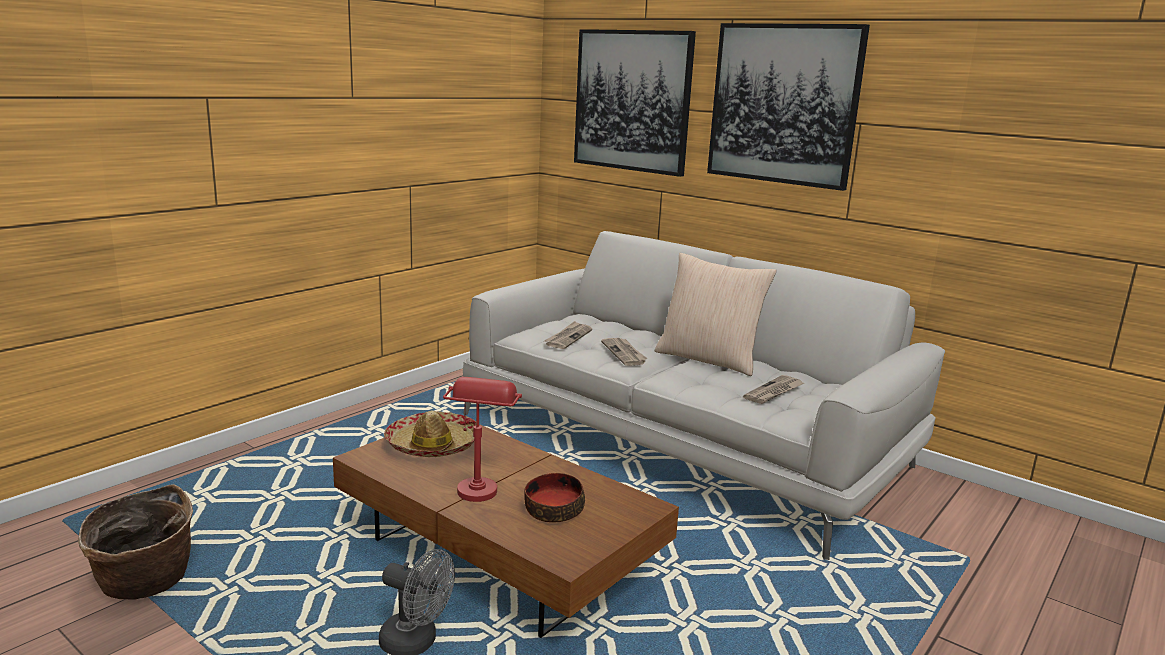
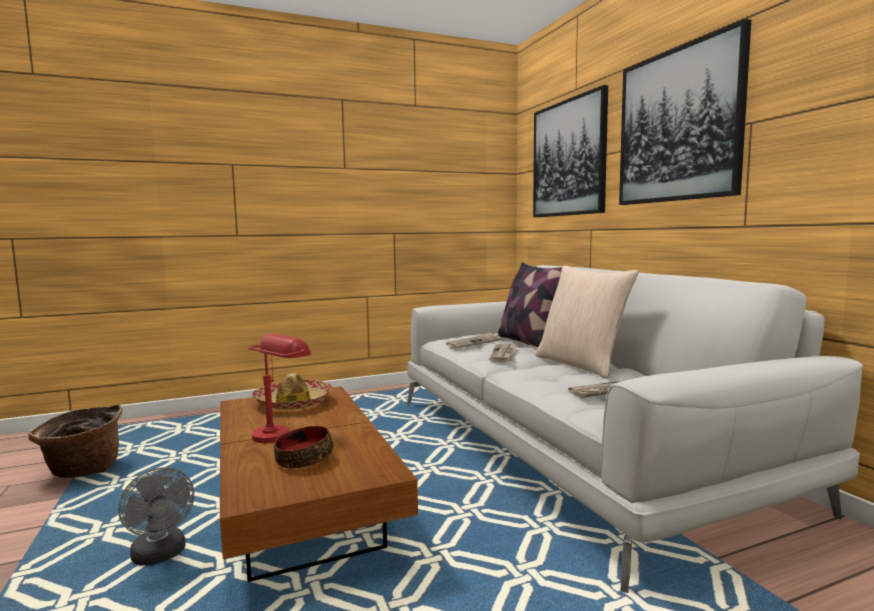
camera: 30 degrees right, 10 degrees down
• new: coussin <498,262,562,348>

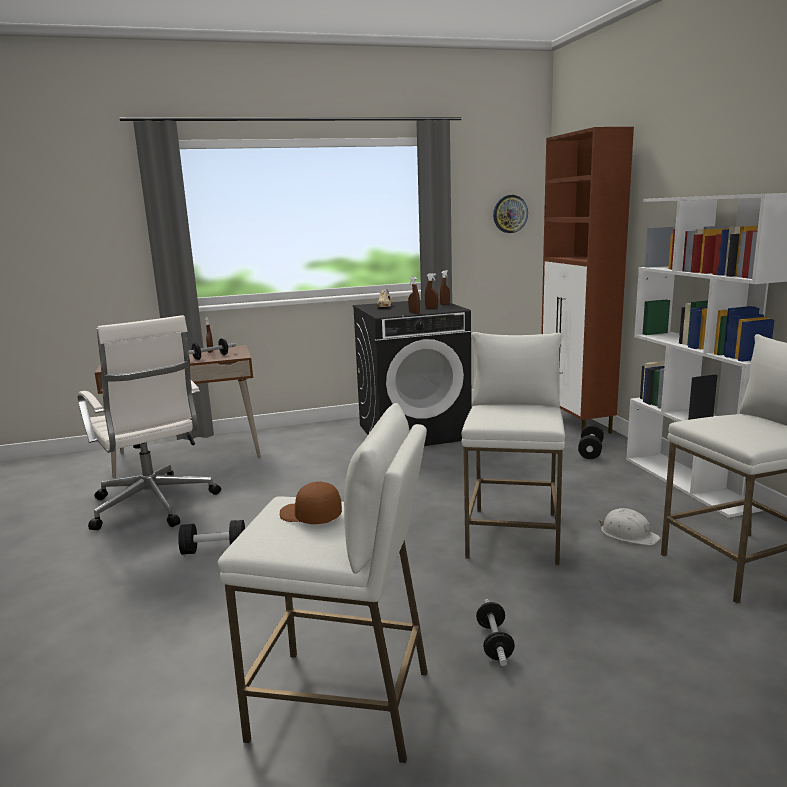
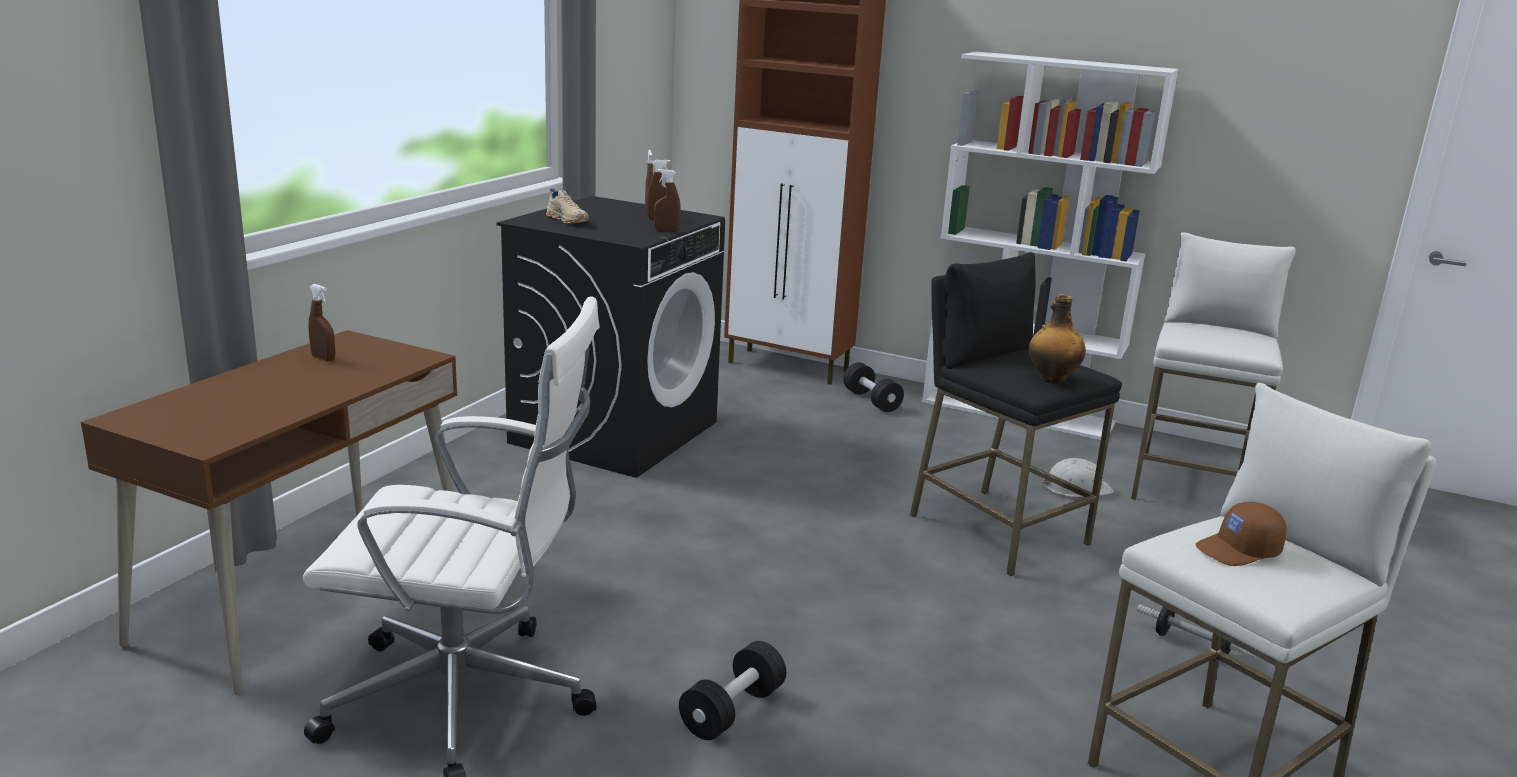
camera: 50 degrees left, 5 degrees up
• gone: horloge murale <493,195,528,233>
• repainted: tabouret/blanc <462,332,565,565> to tabouret/noir <910,252,1122,576>
• gone: haltère <189,338,236,360>
• new: bouteille <1029,294,1086,383>

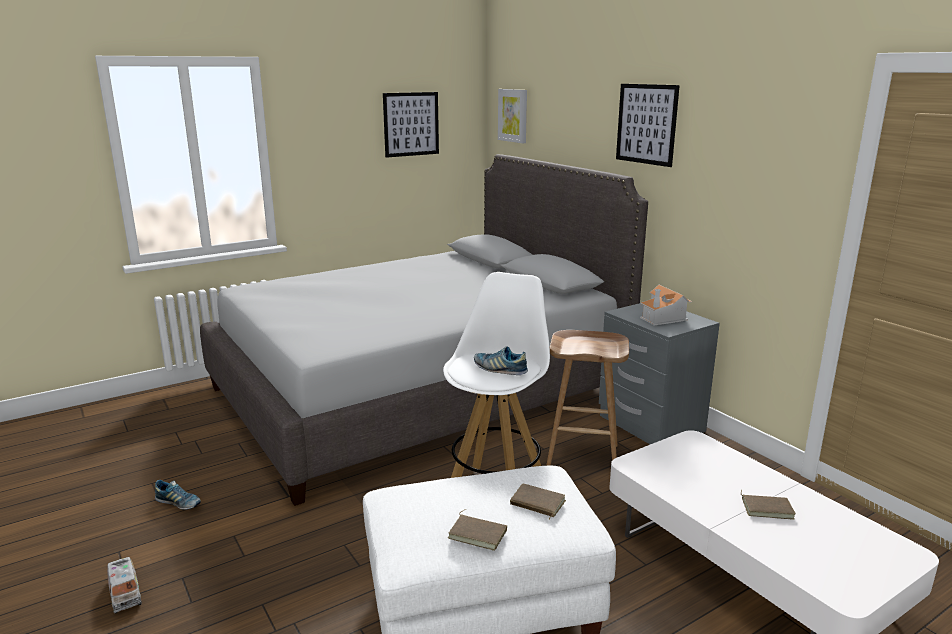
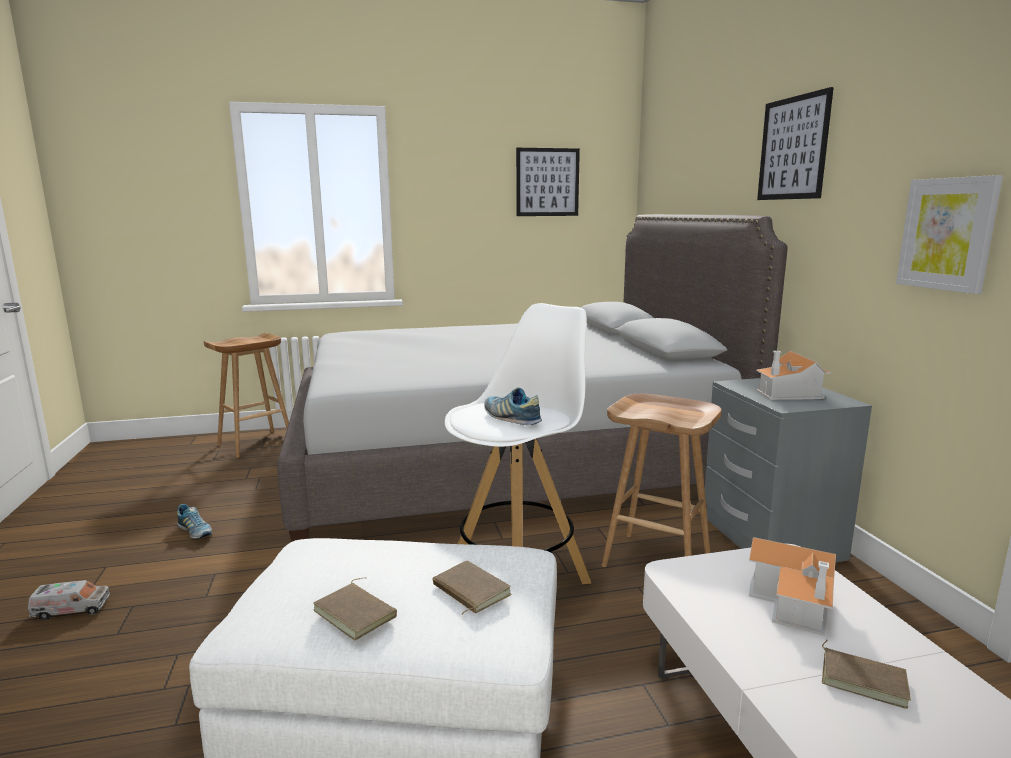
camera: 20 degrees right, 5 degrees down
• shifted: tableau <498,89,527,143> to <896,175,1003,294>
• rotated: camion jouet <107,557,142,614> = <28,580,110,620> 90 degrees counterclockwise
• new: tabouret/marron <203,333,289,458>
• new: maison miniature <749,537,836,636>

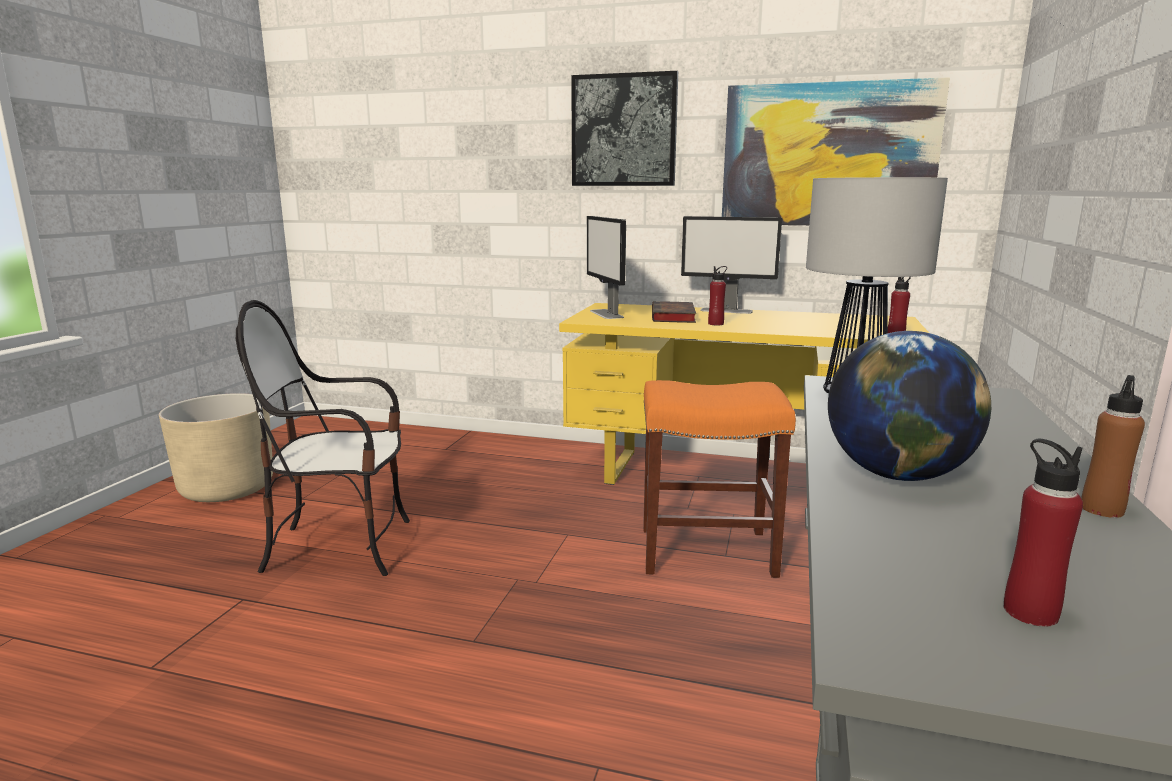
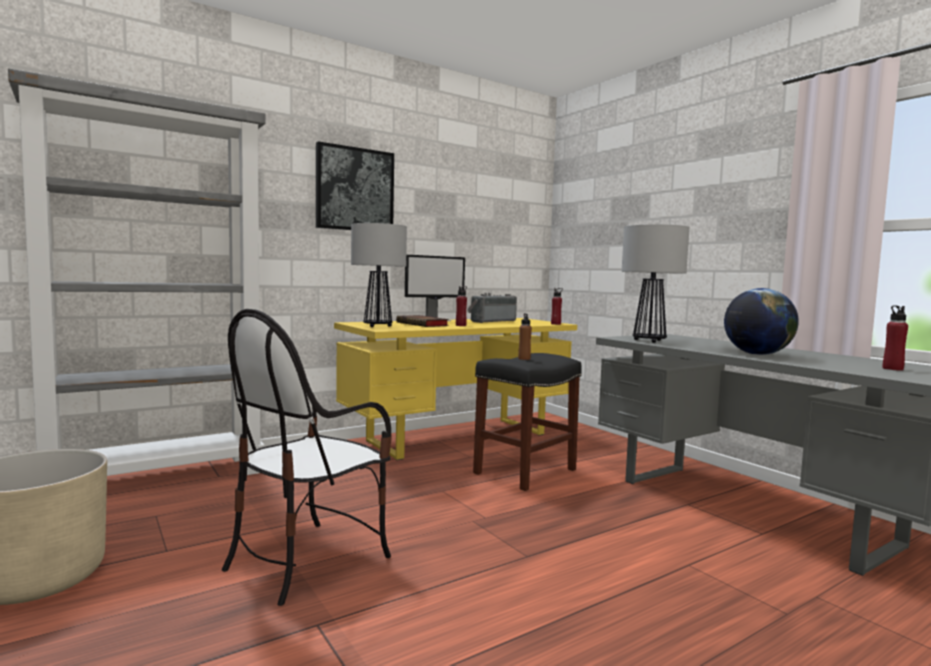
camera: 50 degrees left, 10 degrees down
• gone: tableau <722,77,950,225>
• swapped: écran d'ordinateur <587,216,626,319> to lampe de table <351,223,407,327>
• shifted: bouteille/marron <1081,375,1145,518> to <518,313,532,360>
• repainted: tabouret/orange <643,380,796,578> to tabouret/noir <473,353,582,491>
• new: bibliothèque/gris <8,68,266,476>
• new: radio <467,293,517,323>

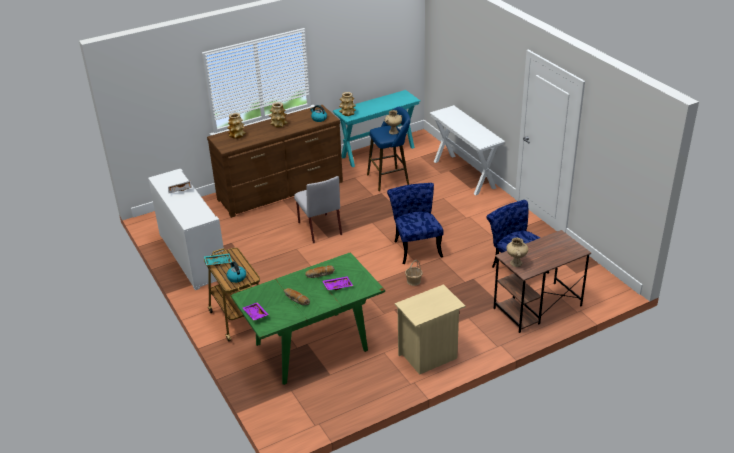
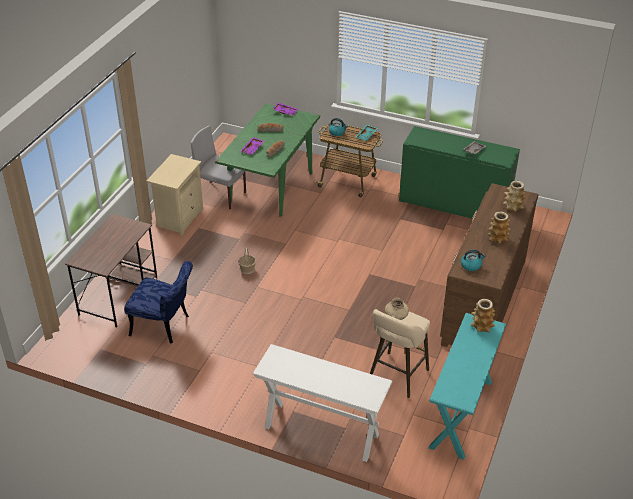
camera: 140 degrees right, 5 degrees up
• repainted: tabouret/bleu <367,107,410,191> to tabouret/beige <370,309,430,398>
• repainted: meuble de rangement/blanc <148,169,227,290> to meuble de rangement/vert <399,126,520,219>
• shifted: chaise/gris <294,176,342,243> to <191,126,246,210>
• gone: chaise/bleu <387,183,444,264>
• gone: vase/beige <506,238,528,267>

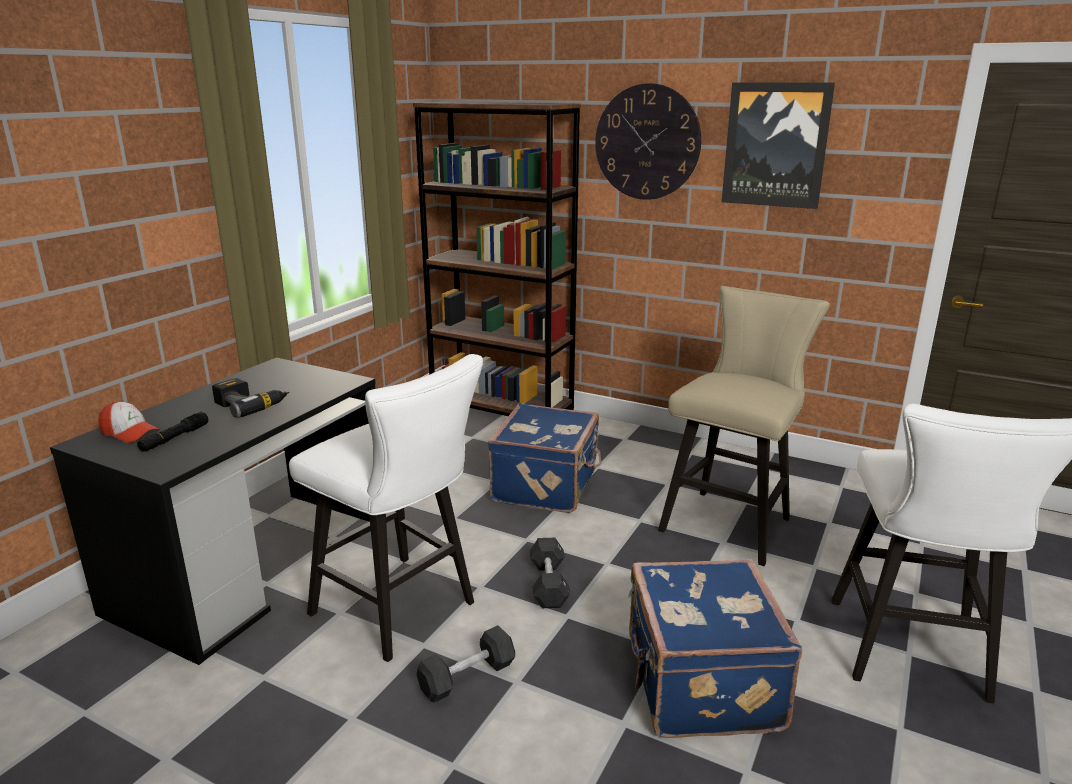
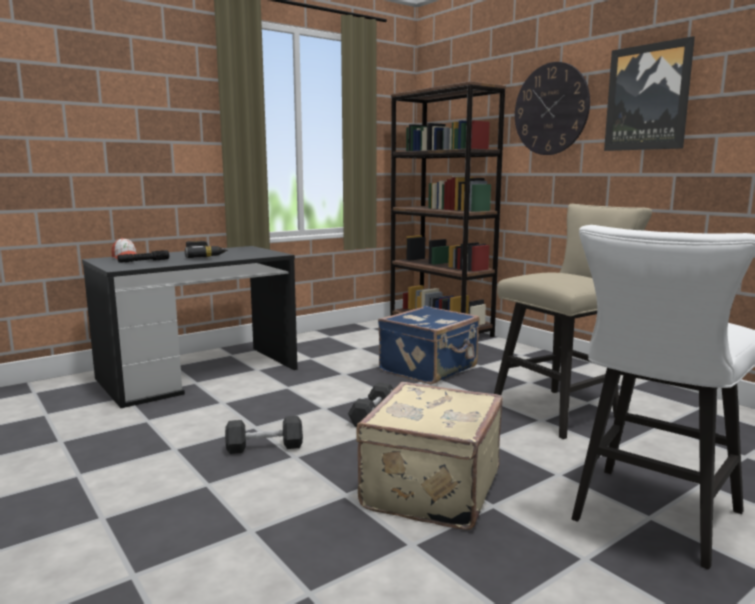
camera: 25 degrees right, 10 degrees down
• gone: tabouret/blanc <289,354,483,662>
• repainted: valise/bleu <628,559,802,738> to valise/beige <356,382,503,530>

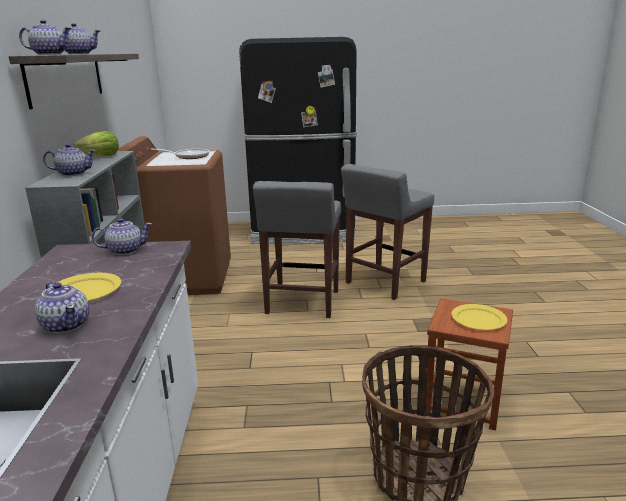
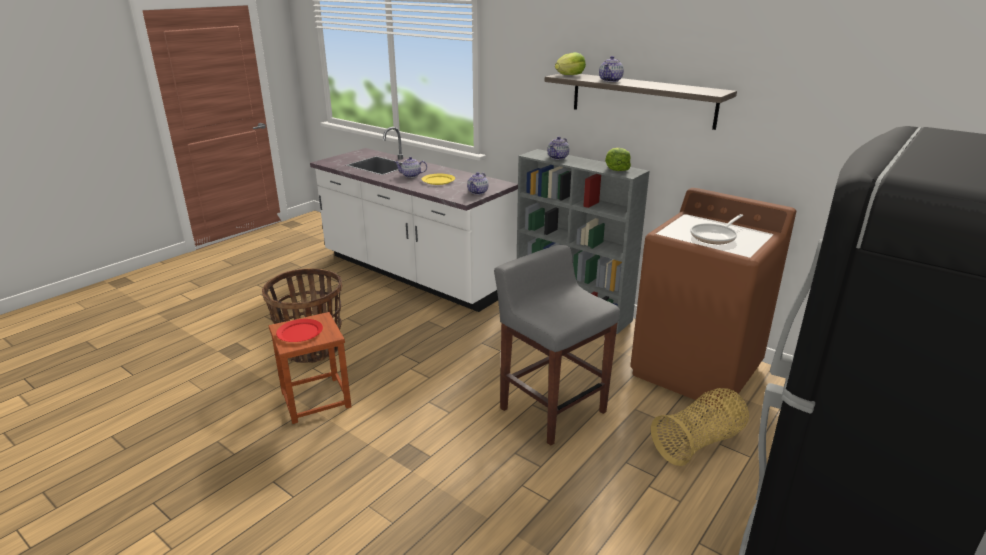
camera: 130 degrees right, 5 degrees up
• swapped: théière <19,20,71,55> to laitue <555,52,586,75>
• gone: tabouret/gris <341,164,434,300>
• repainted: assiette/jaune <451,304,507,330> to assiette/rouge <276,319,323,342>
• new: panier <651,388,749,466>

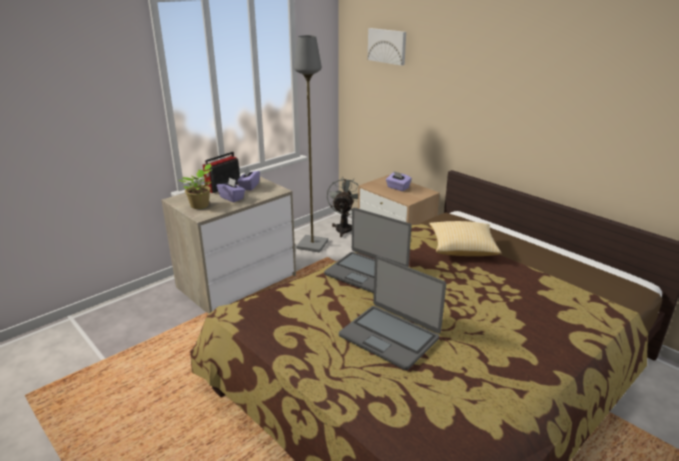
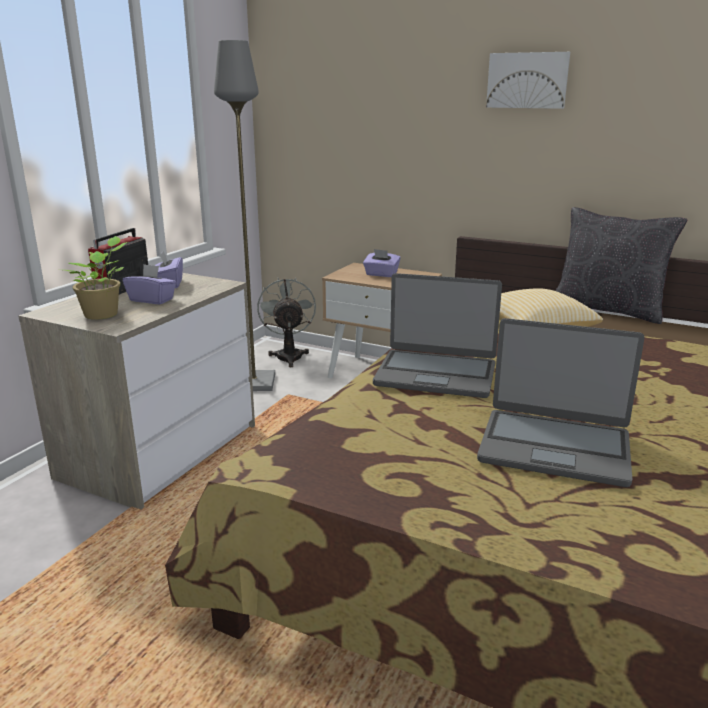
camera: 20 degrees left, 5 degrees down
• shifted: tableau <368,28,406,66> to <486,52,570,109>
• new: coussin/noir <556,207,687,324>

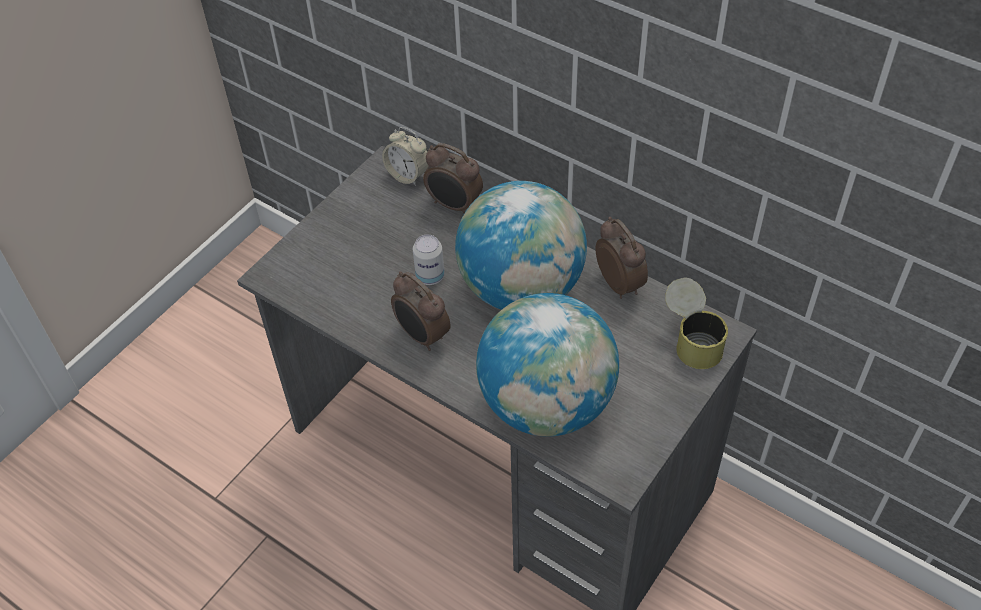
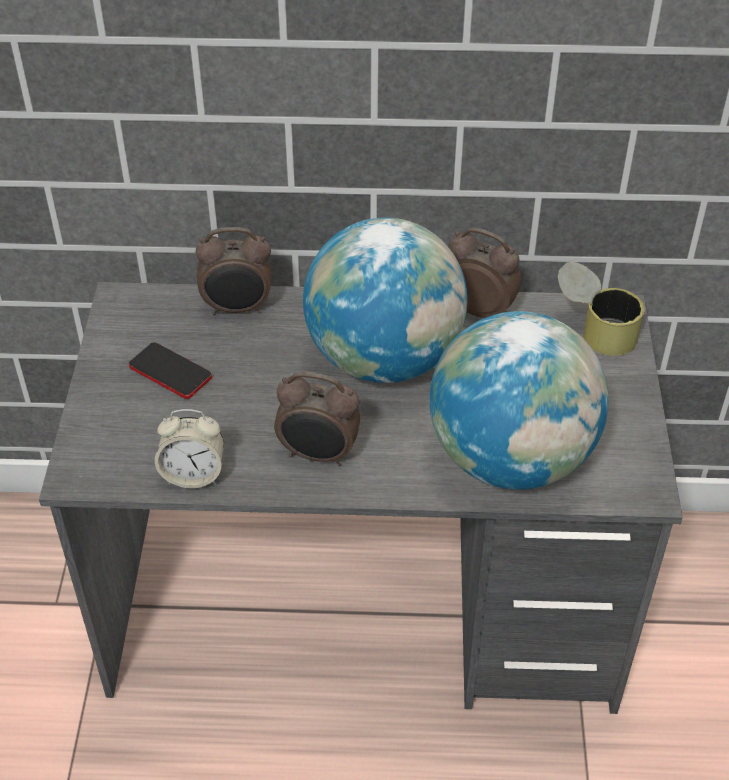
camera: 35 degrees left, 5 degrees down
• shifted: réveil <382,127,428,186> to <155,409,224,488>
• gone: boîte métallique <413,235,445,285>
• new: téléphone <129,342,212,399>

